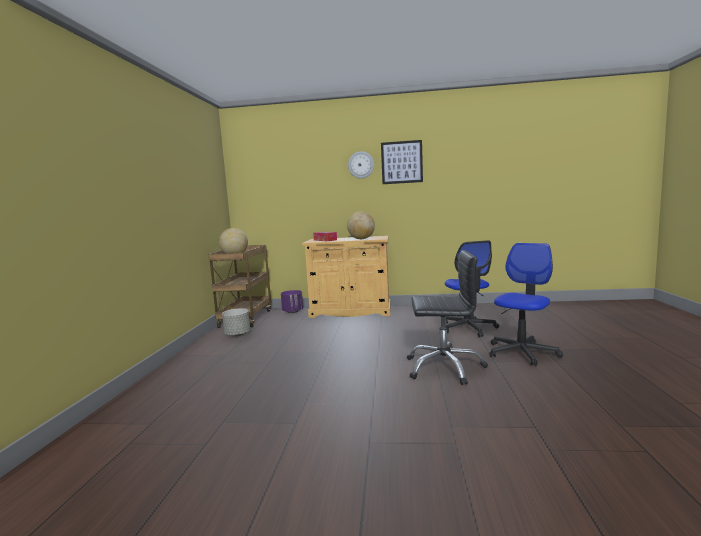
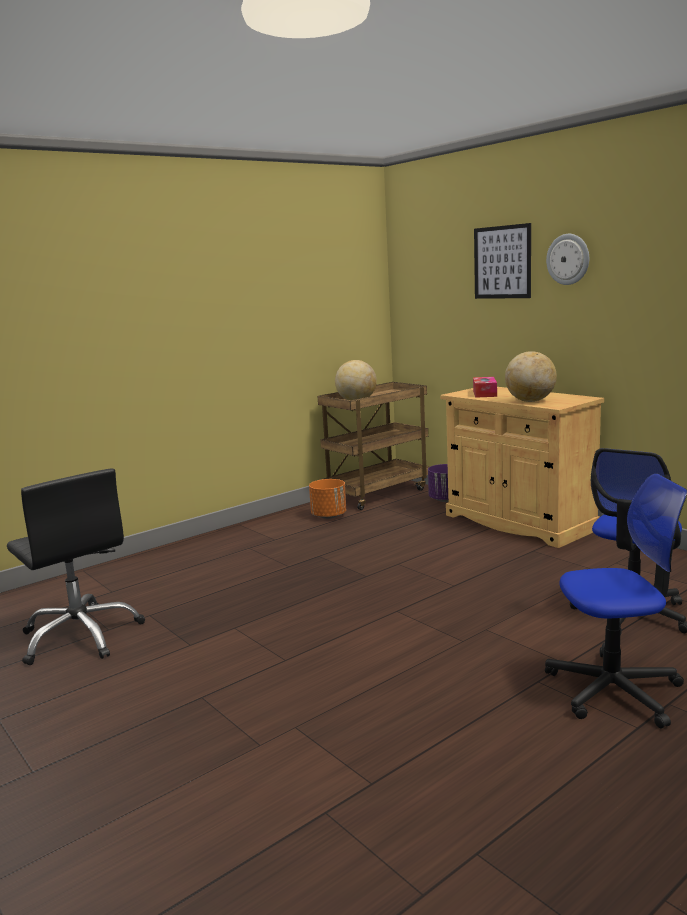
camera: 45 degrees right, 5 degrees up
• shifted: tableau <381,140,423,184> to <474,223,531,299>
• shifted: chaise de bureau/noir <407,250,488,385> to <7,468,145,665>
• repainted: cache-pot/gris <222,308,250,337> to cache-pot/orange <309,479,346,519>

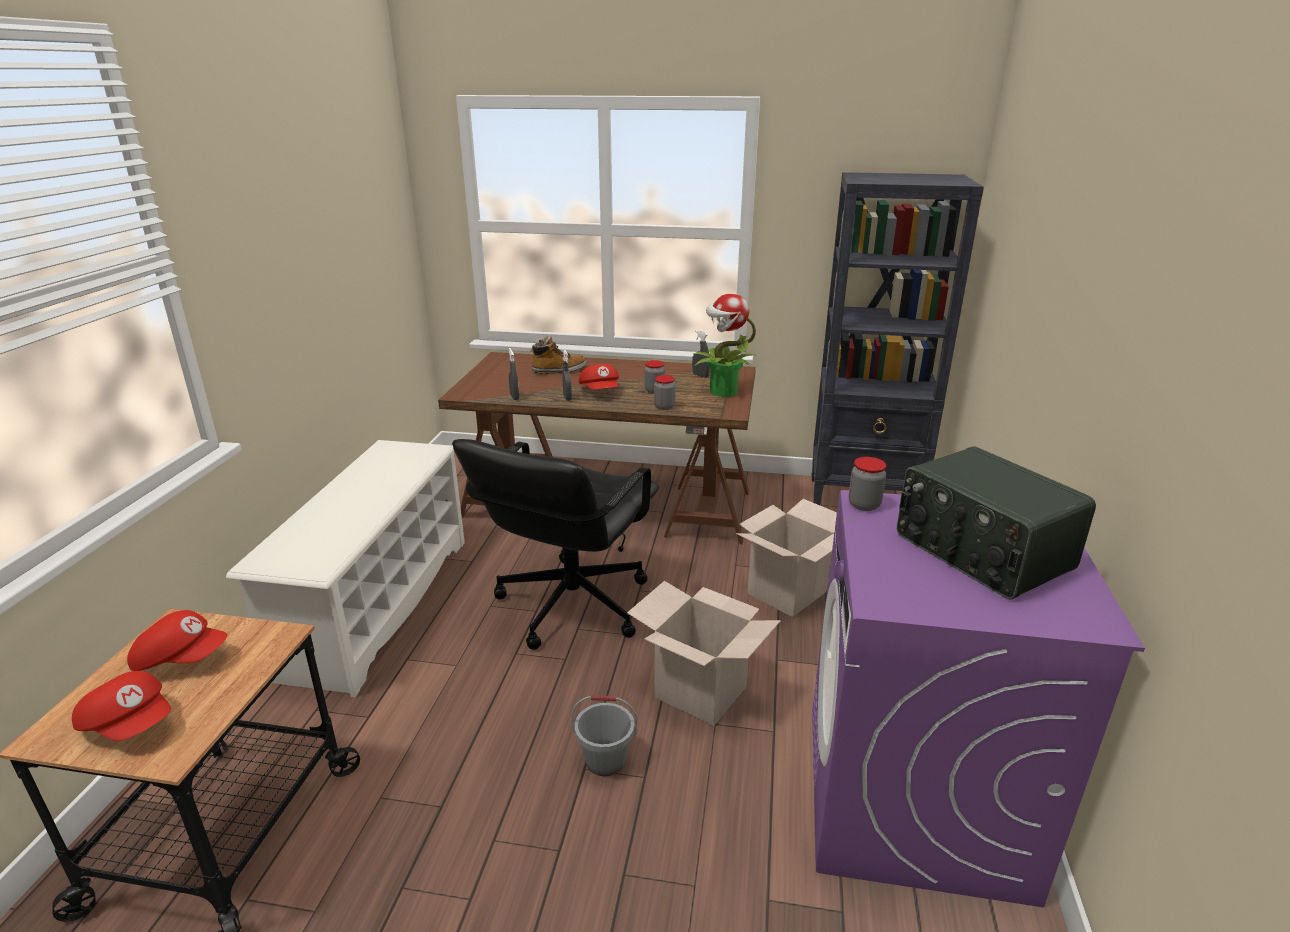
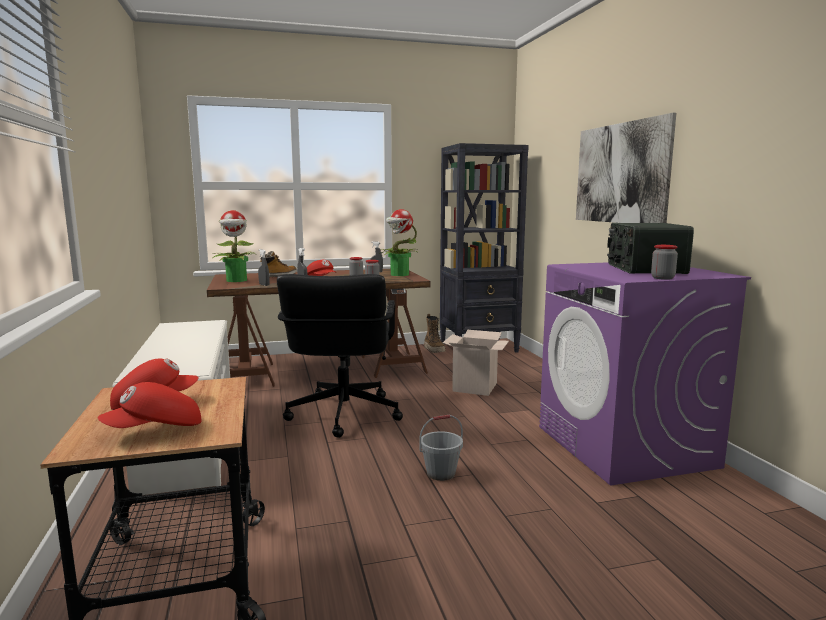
camera: 25 degrees left, 15 degrees down
• rotated: radio <897,446,1096,599> = <607,223,694,274> 60 degrees clockwise
• shifted: bocal <849,457,886,511> to <651,245,678,280>
• gone: carton <627,581,781,726>
• rotated: casquette/rouge <72,671,171,741> = <98,382,202,428> 135 degrees clockwise
• new: tableau <576,113,676,223>
• new: plante en pot <213,210,254,282>
• new: botte <424,314,445,353>

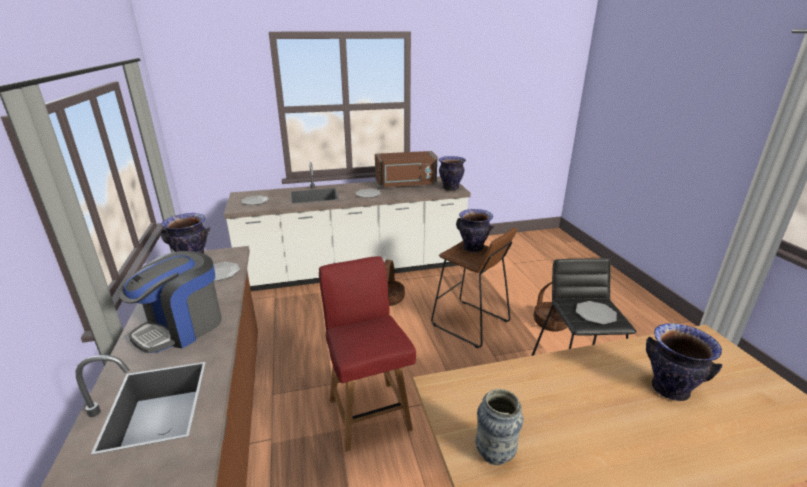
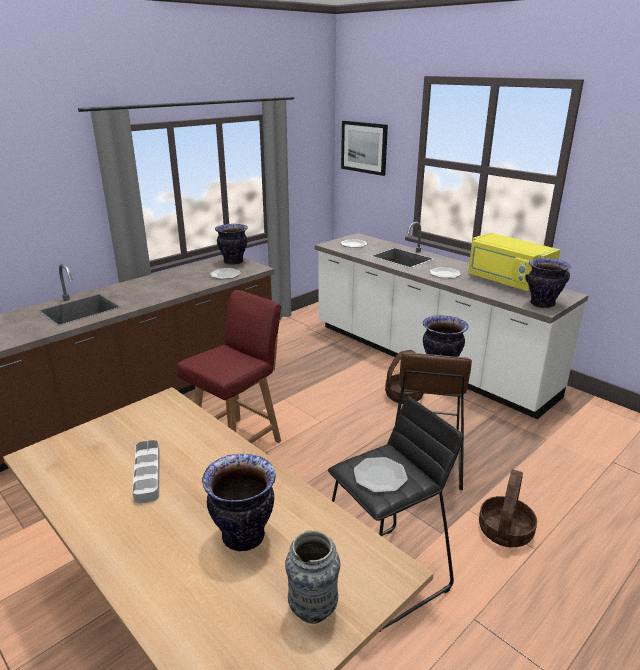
camera: 60 degrees right, 0 degrees up
• repainted: micro-ondes/marron <375,151,437,188> to micro-ondes/jaune <468,233,560,292>
• gone: machine à café <118,251,222,353>
• shifted: vase <476,389,523,465> to <285,530,340,624>
• new: tableau <341,121,388,176>
• new: plateau/gris <132,440,160,504>

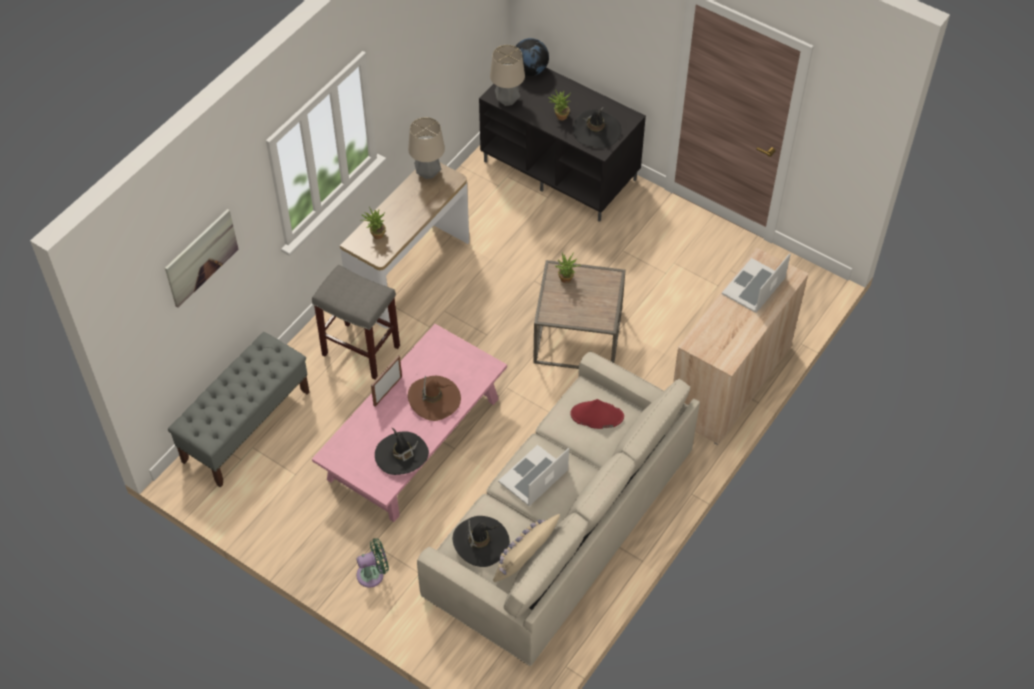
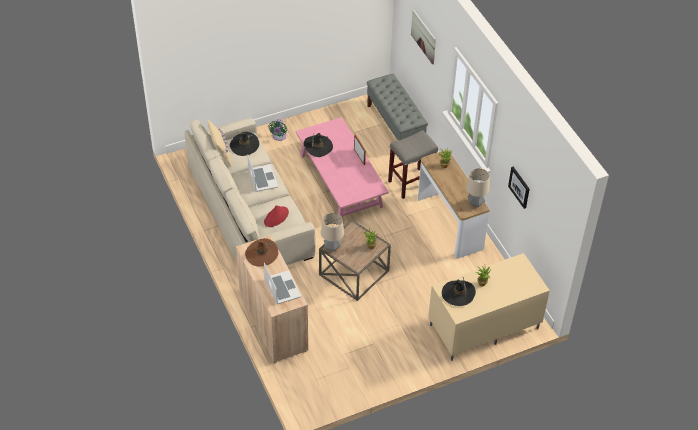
camera: 120 degrees right, 5 degrees down
• gone: globe <516,38,549,76>
• shifted: lampe de table <490,45,525,106> to <321,213,344,251>
• repainted: meuble télé/noir <479,68,646,222> to meuble télé/beige <428,253,550,361>
• shifted: chapeau/marron <408,376,461,421> to <245,238,278,266>
• new: tableau <508,167,530,209>

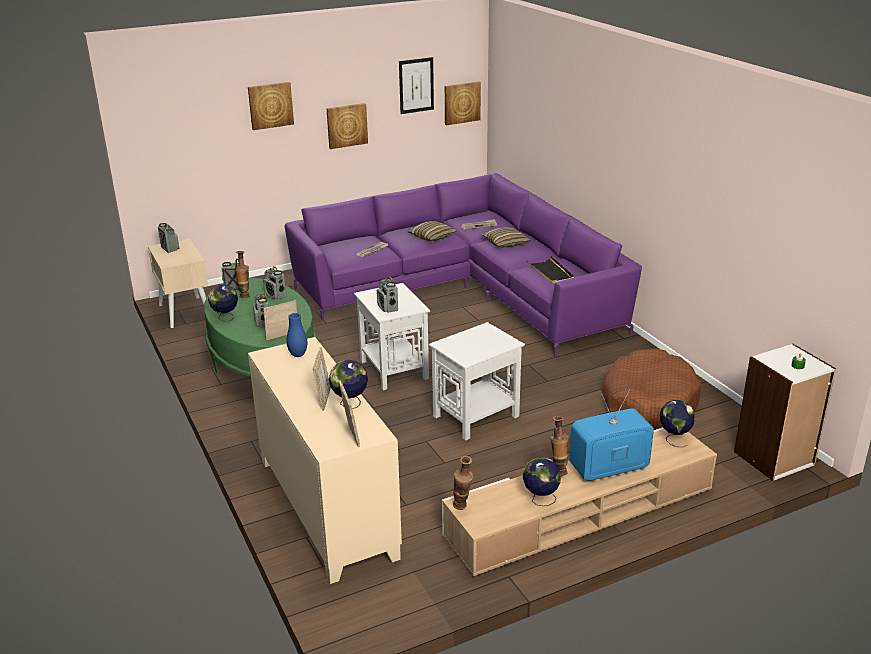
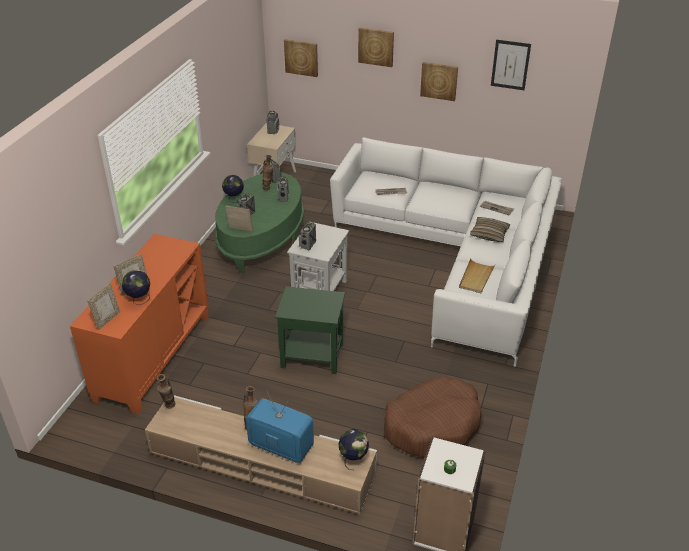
camera: 45 degrees right, 10 degrees up
• shifted: tableau <445,81,481,125> to <284,39,318,77>
• repainted: canapé/violet <285,173,642,357> to canapé/blanc <330,137,562,367>
• gone: coussin <407,221,457,241>
• repainted: plateau/noir <527,256,574,284> to plateau/beige <459,258,496,293>
• gone: vase/bleu <287,313,307,357>
• repainted: table d'appoint/blanc <429,322,525,441> to table d'appoint/vert <275,286,345,374>
• repainted: meuble de rangement/beige <248,337,402,584> to meuble de rangement/orange <70,234,209,414>
• gone: globe <523,458,561,506>

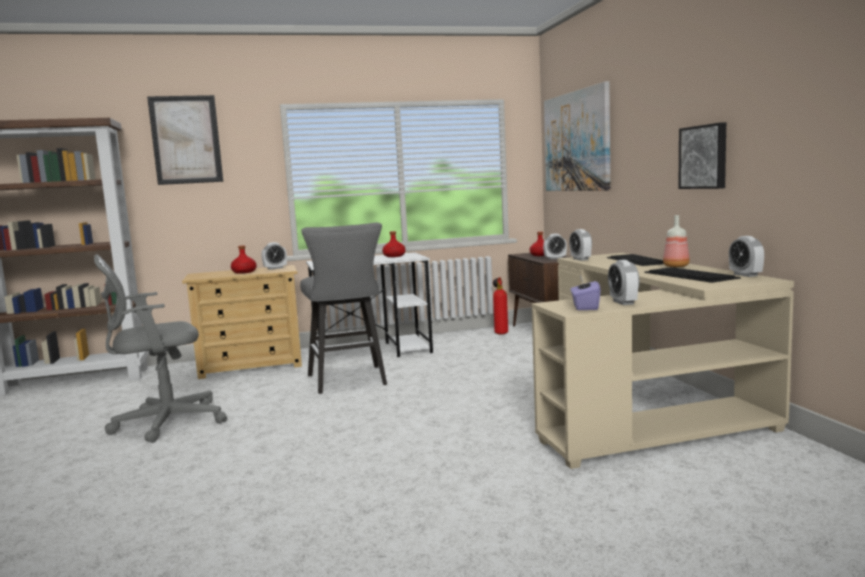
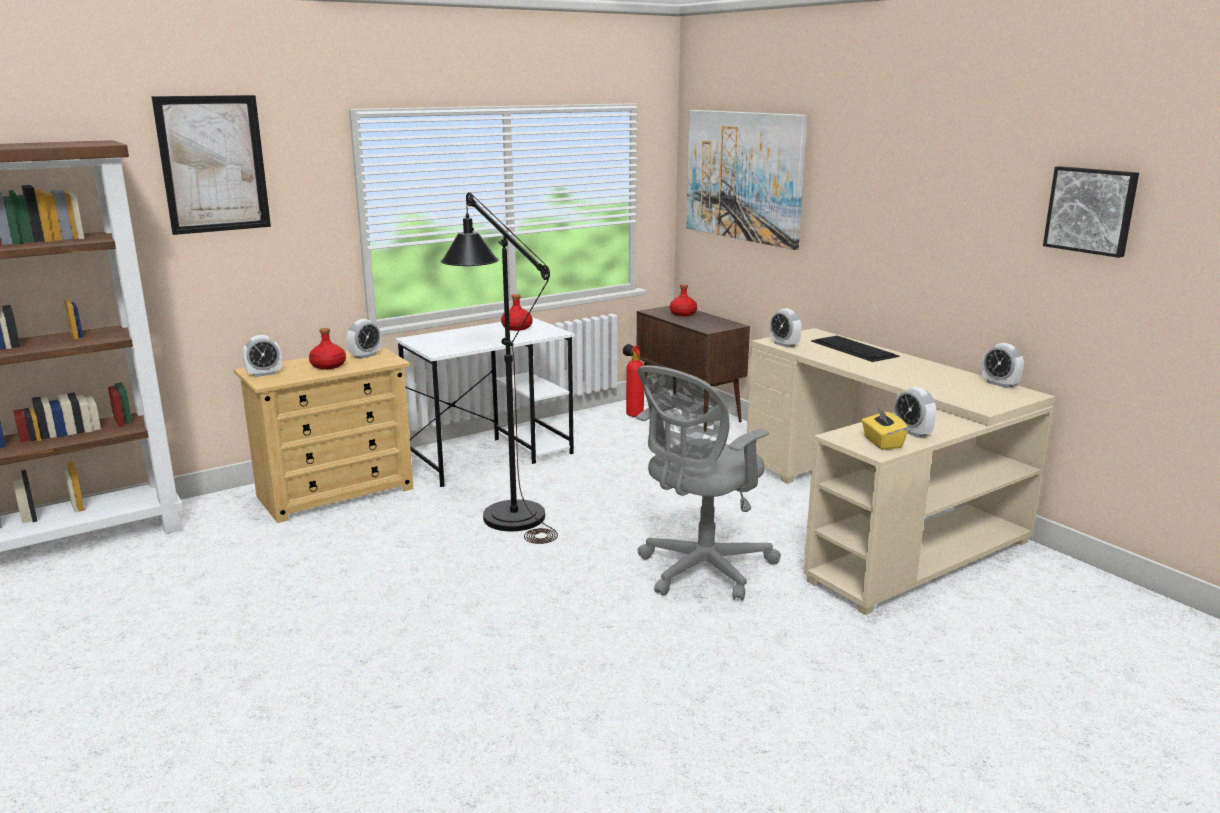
camera: 20 degrees left, 10 degrees up
• shifted: tableau <678,122,726,189> to <1043,166,1139,258>
• gone: bouteille <663,215,690,267>
• swapped: tabouret/gris <300,222,387,394> to lampadaire/noir <440,192,558,544>
• shifted: réveil <543,234,567,259> to <242,335,282,377>
• shifted: chaise de bureau/gris <94,254,227,443> to <636,365,781,601>
• gone: clavier <644,267,741,283>
• repainted: boîte à mouchoirs/violet <570,275,600,310> to boîte à mouchoirs/jaune <862,406,908,450>

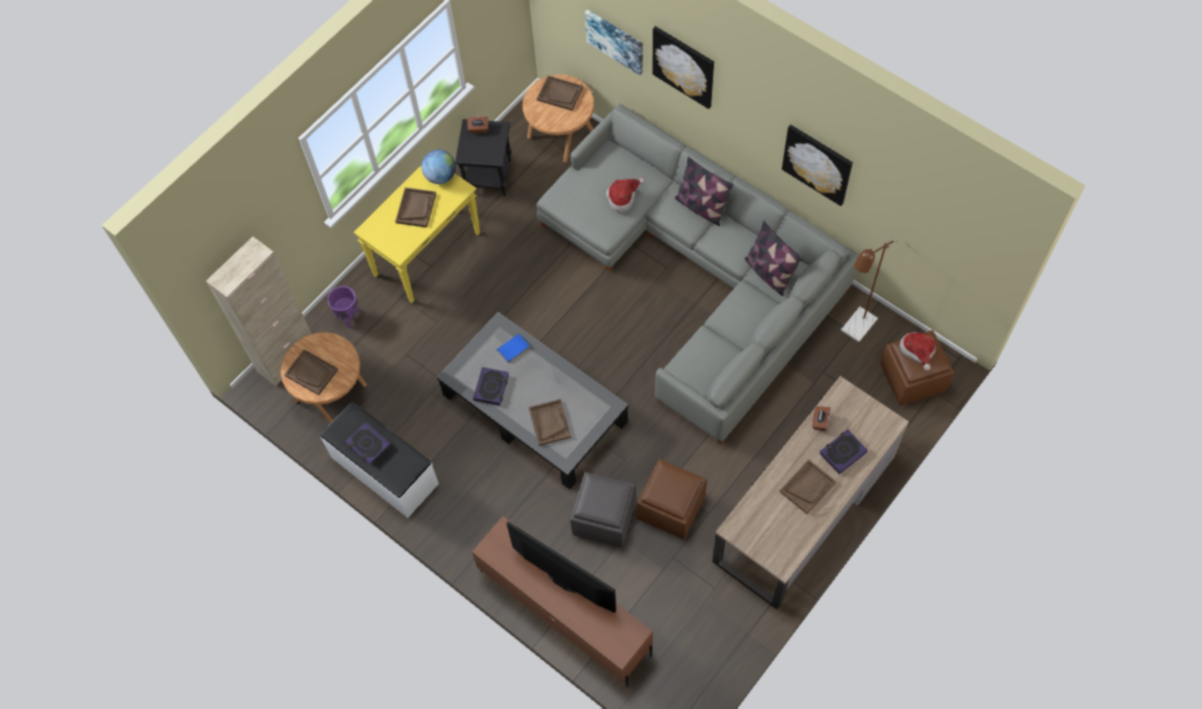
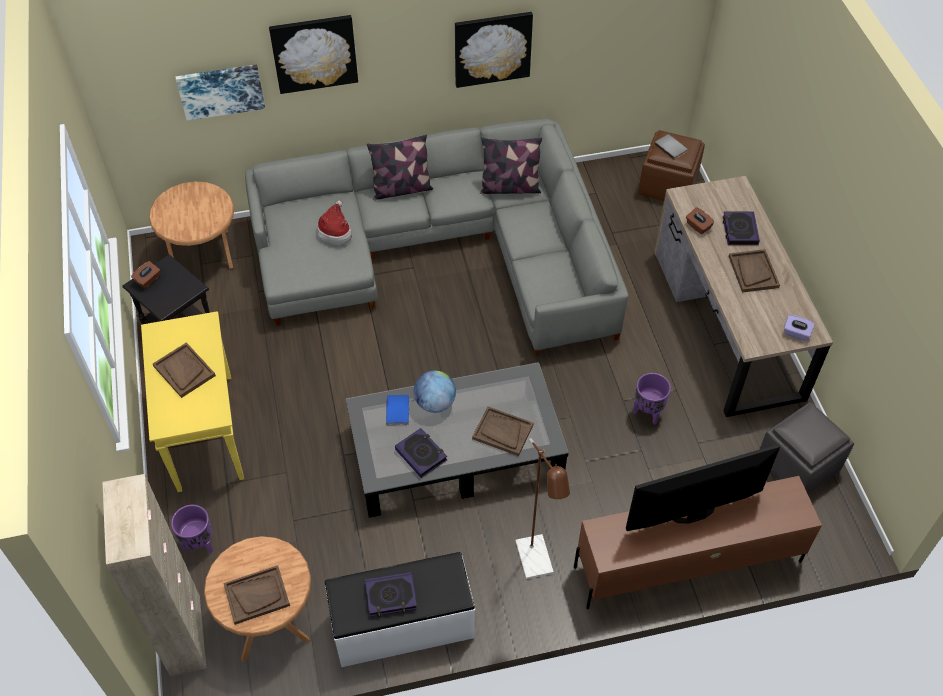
camera: 55 degrees left, 10 degrees down
• gone: plateau/marron <537,76,583,111>
• shifted: globe <421,150,456,184> to <414,371,456,413>
• shifted: lampadaire/marron <841,238,897,342> to <516,438,570,579>
• swapped: chapeau <900,332,936,371> to livre/gris <654,134,688,160>
• swapped: pouf/marron <636,459,707,539> to cache-pot/violet <633,373,671,425>
• shifted: pouf/gris <570,472,636,548> to <759,402,854,494>
• new: boîte à mouchoirs/violet <784,315,815,341>

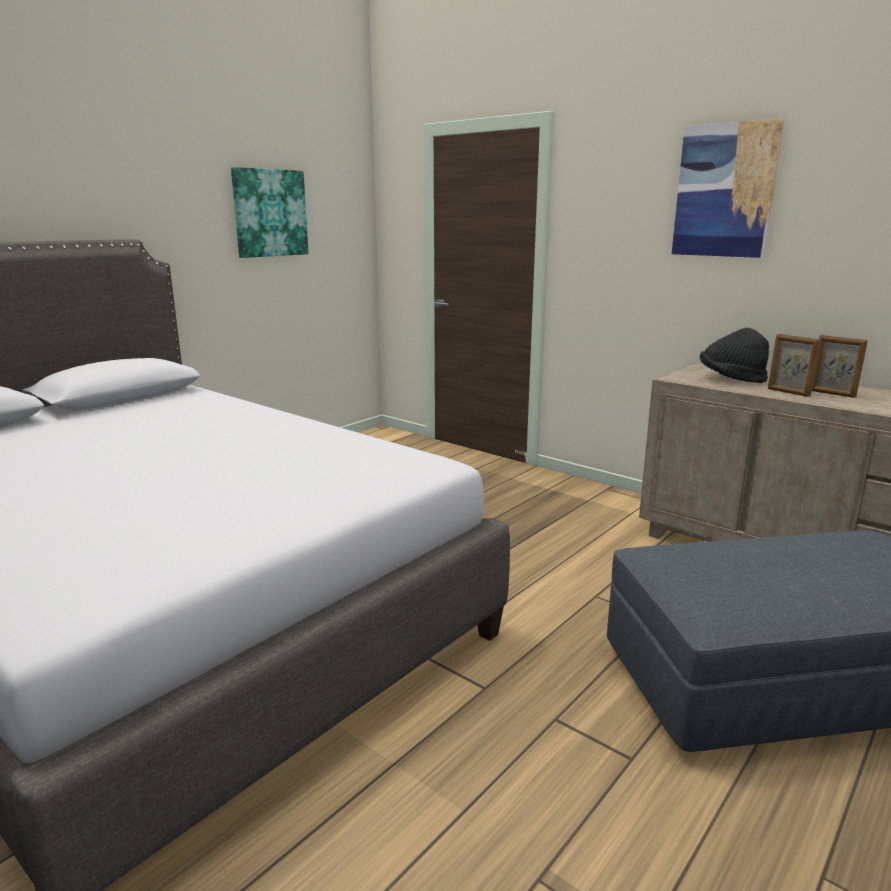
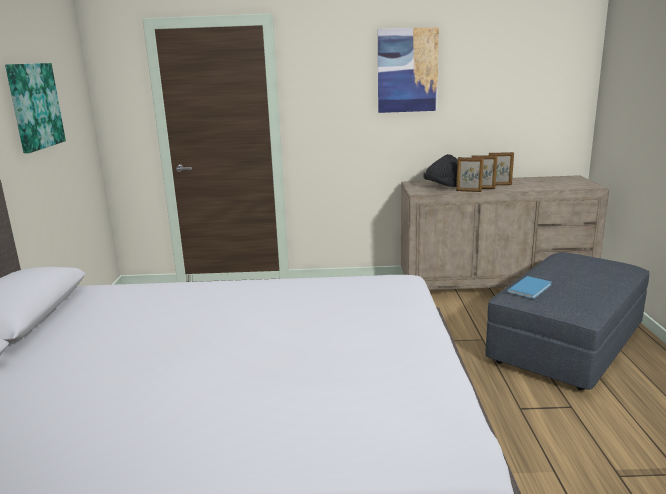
camera: 40 degrees left, 0 degrees up
• new: cadre photo <456,157,484,192>
• new: livre/bleu <507,276,552,299>

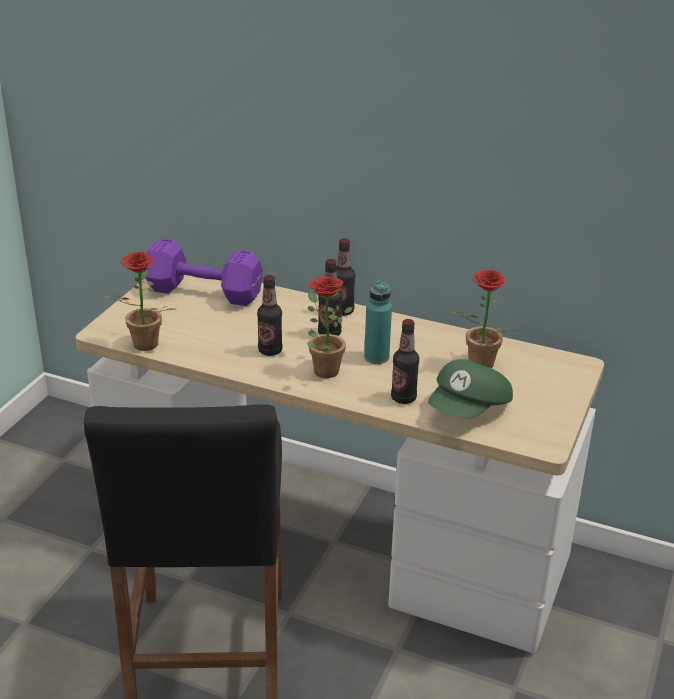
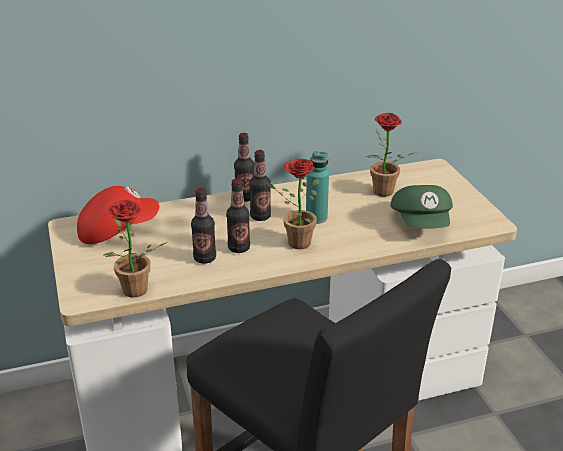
camera: 40 degrees left, 0 degrees up
• swapped: haltère/violet <145,239,263,306> to casquette/rouge <77,186,159,244>
• shifted: bouteille <391,319,419,404> to <191,188,216,264>

